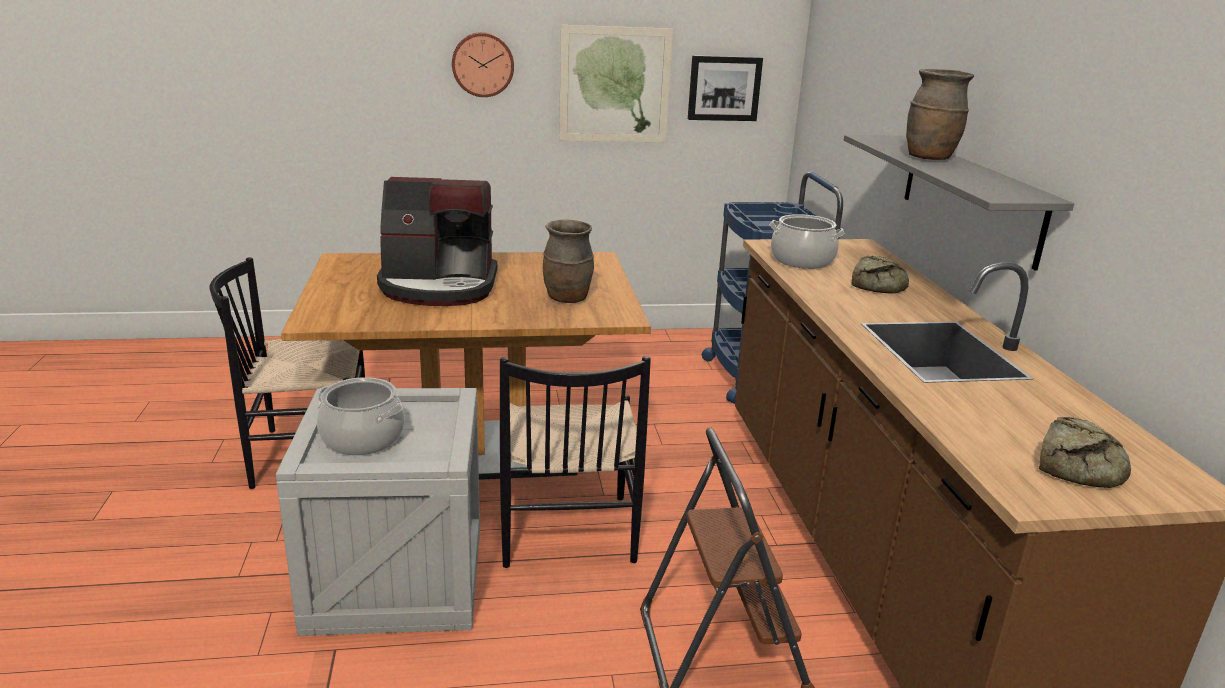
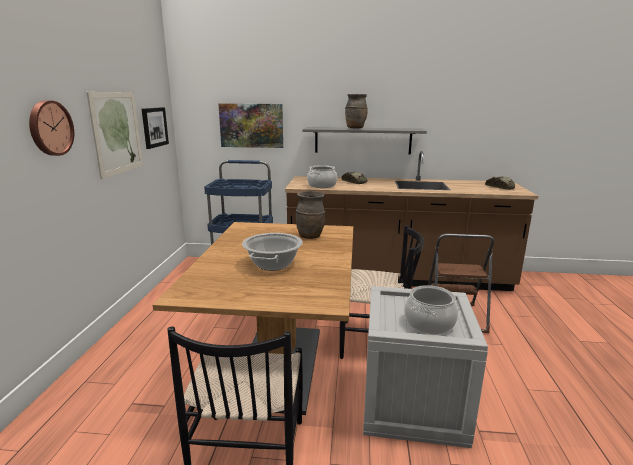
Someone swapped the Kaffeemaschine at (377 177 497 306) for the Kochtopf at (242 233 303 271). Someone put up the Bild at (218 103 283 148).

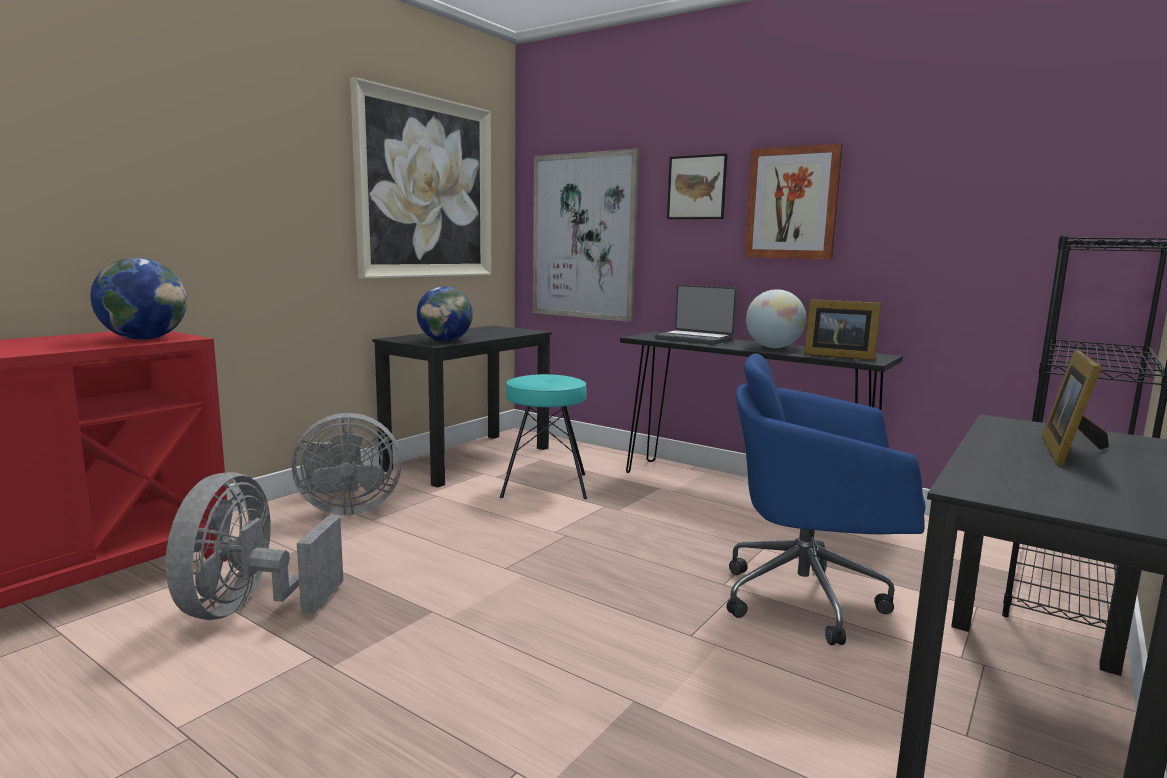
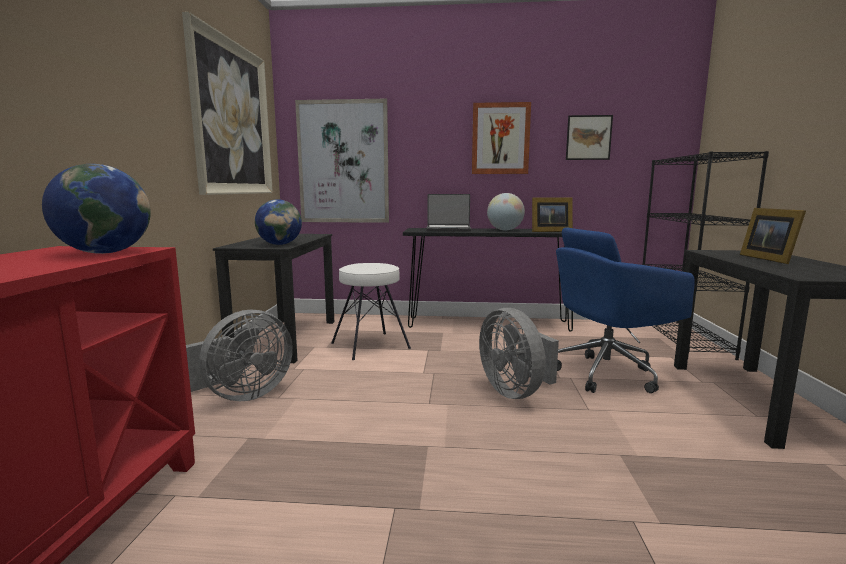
Someone carried the Bild from (667 153 727 219) to (566 115 613 160). Someone repainted the Hocker [türkis] at (500 374 587 499), which became the Hocker [weiß] at (331 263 411 360). Someone carried the Ventilator [grau] from (165 472 343 620) to (479 308 559 399).

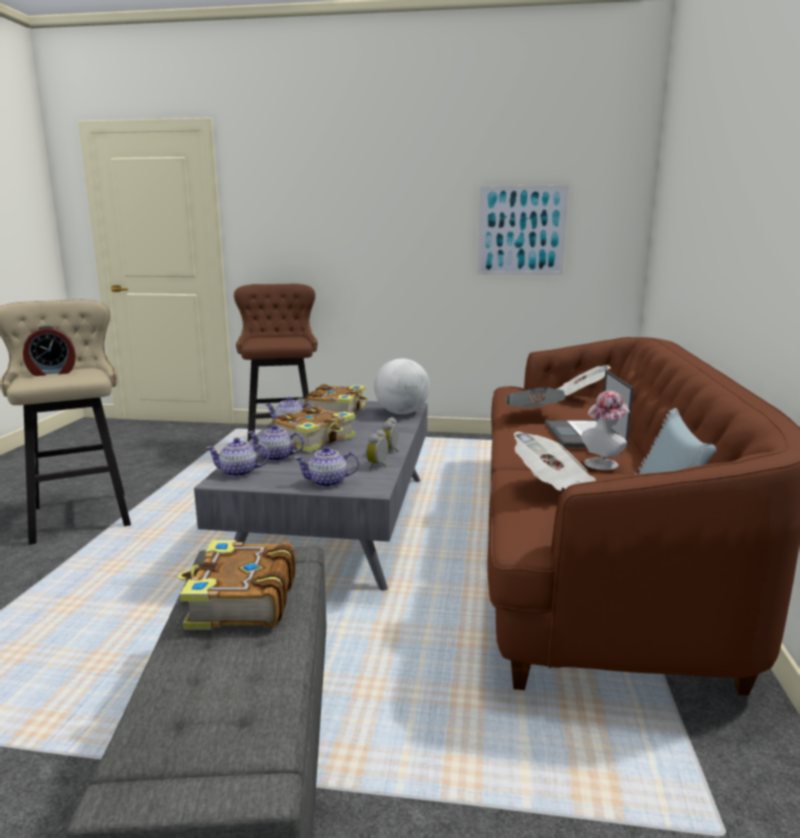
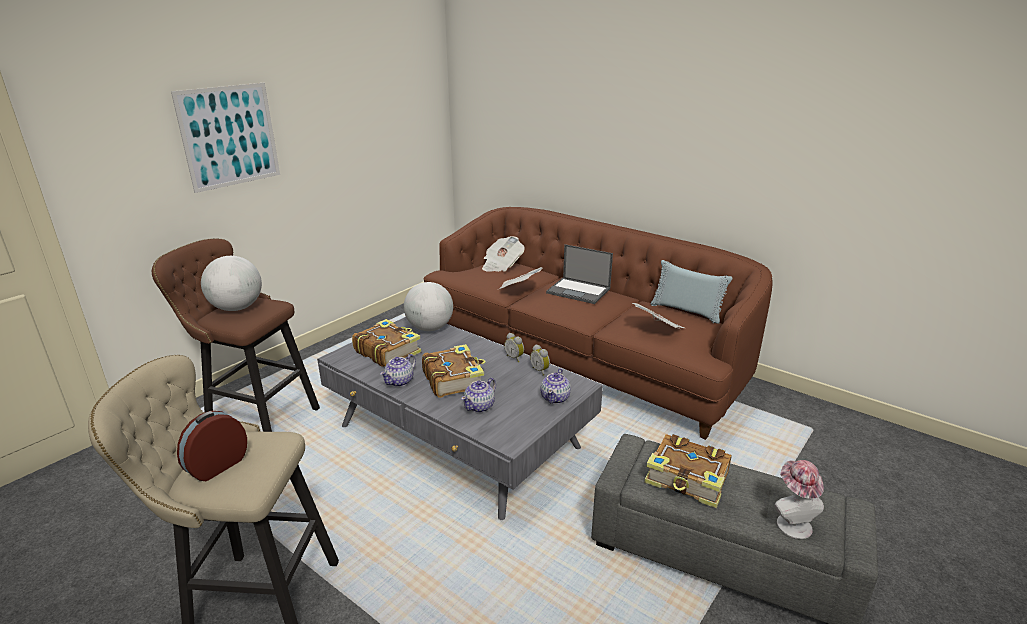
Someone carried the Bild from (477 185 568 275) to (171 83 280 193). Someone rotated the Wecker at (23 326 76 376) by 150 degrees counterclockwise. Someone carried the Hut from (581 391 630 470) to (775 460 824 539). Someone took away the Teekanne at (206 438 269 477). Someone put down the Globus at (201 256 262 311).

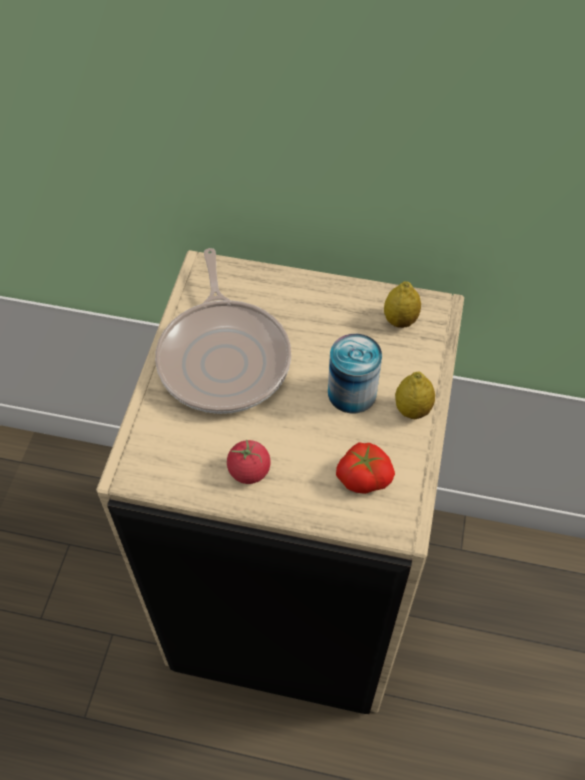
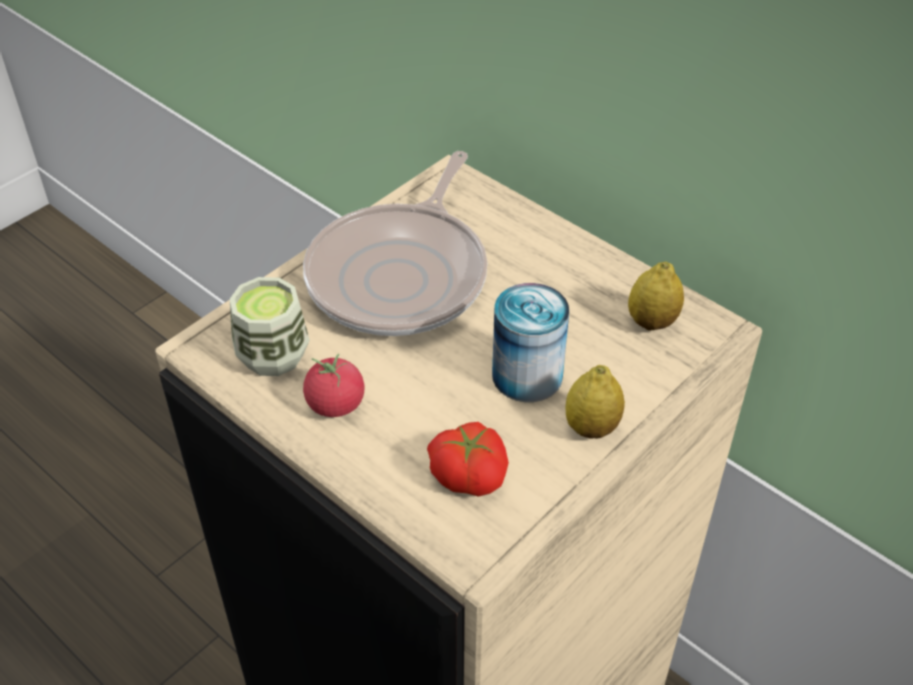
Someone put down the Tasse at (230 277 310 376).

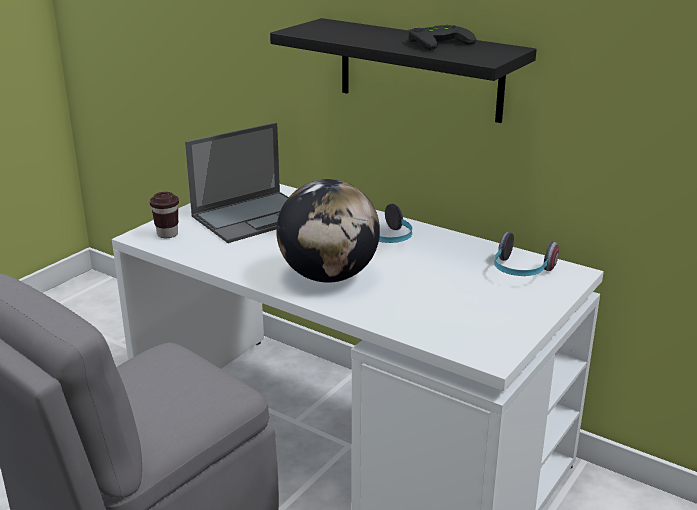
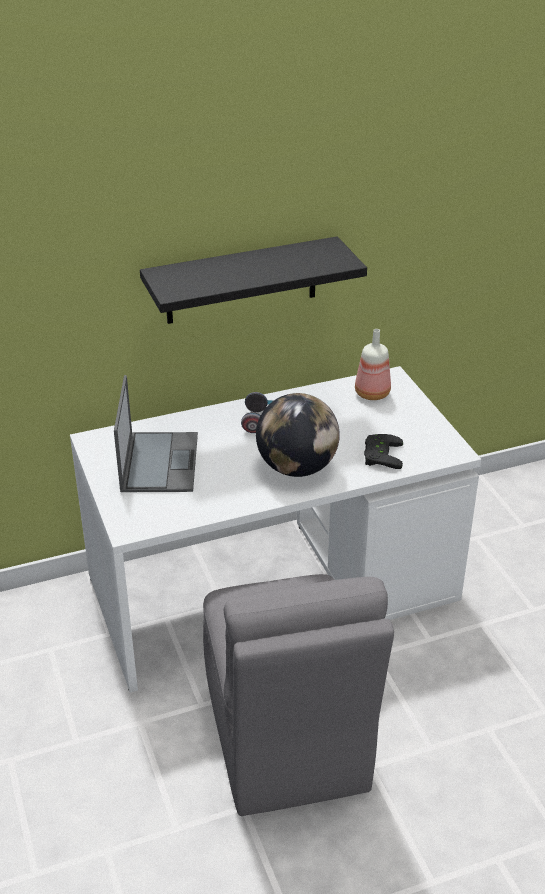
Someone carried the Gamepad [schwarz] from (408 25 476 50) to (364 434 403 469). Someone took away the Tasse [braun] at (150 192 179 238). Someone swapped the Kopfhörer at (494 232 559 276) for the Flasche at (355 329 391 400).

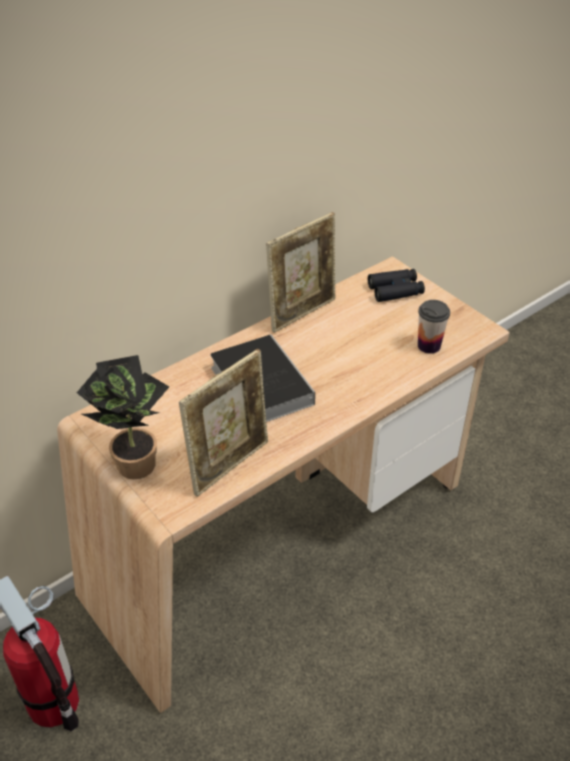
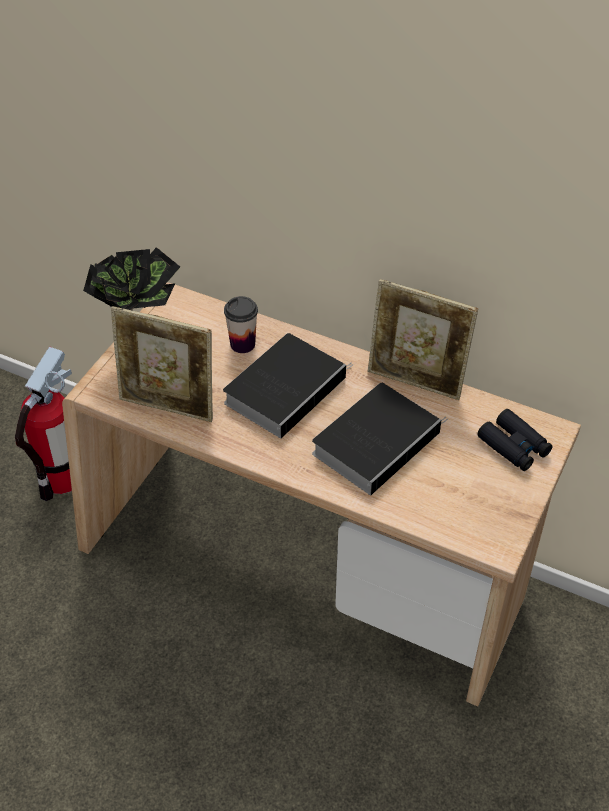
Someone carried the Tasse from (418 300 450 354) to (224 296 258 353). Someone put down the Buch at (312 383 448 496).

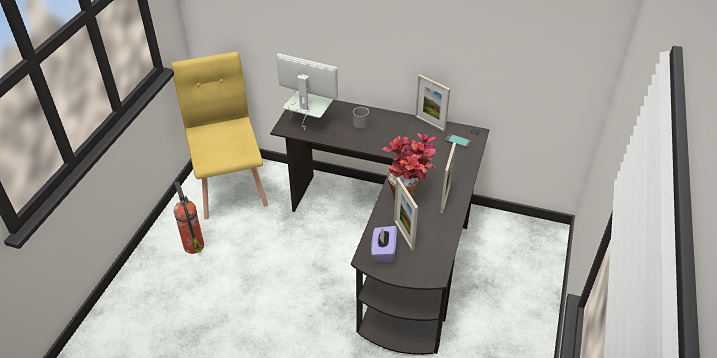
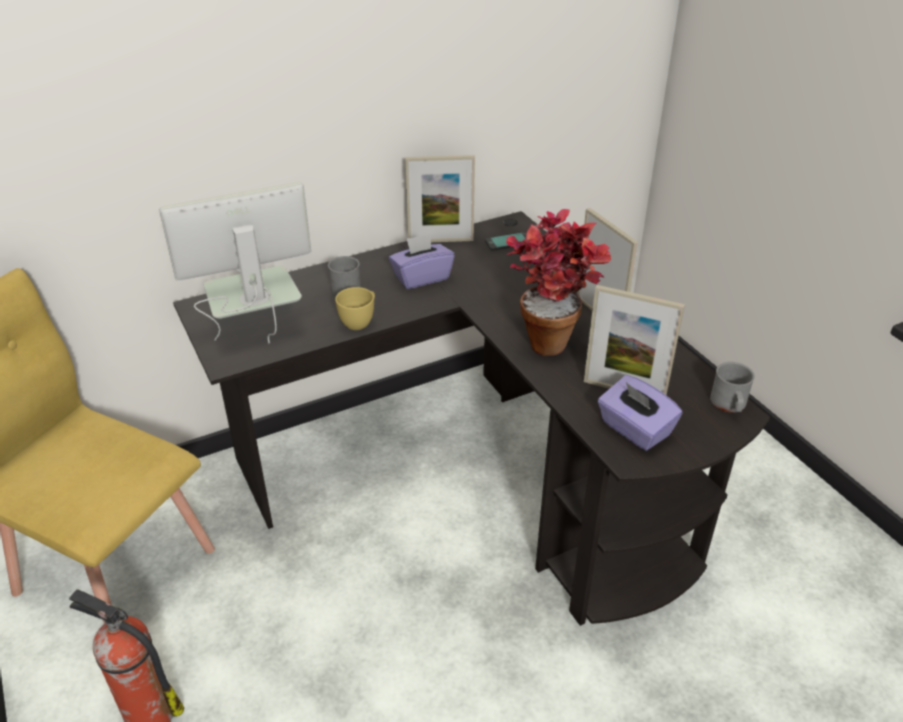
Someone put down the Taschentuchbox [lila] at (389 234 455 289). Someone put down the Tasse [gelb] at (335 287 375 330). Someone put down the Henkelbecher [grau] at (710 362 755 413).

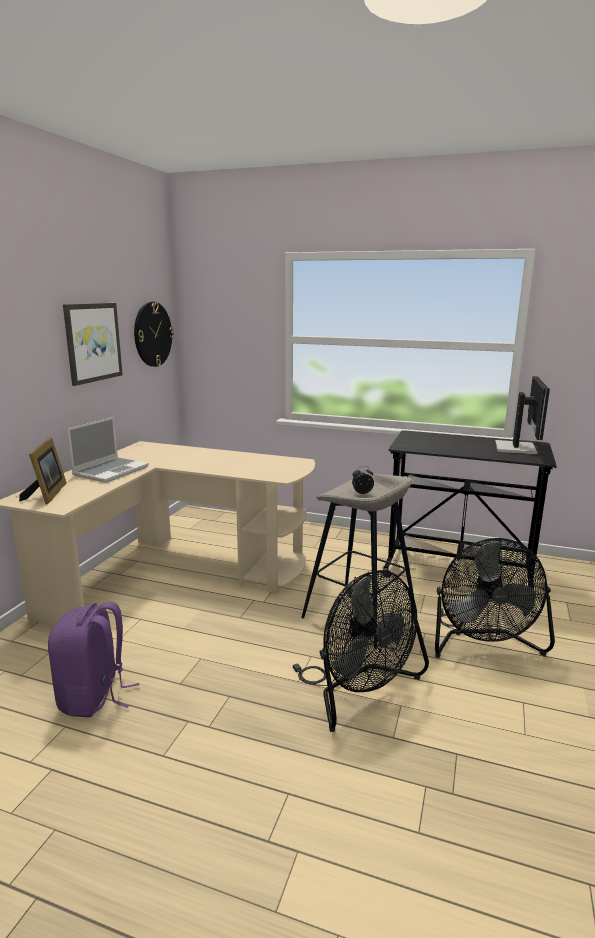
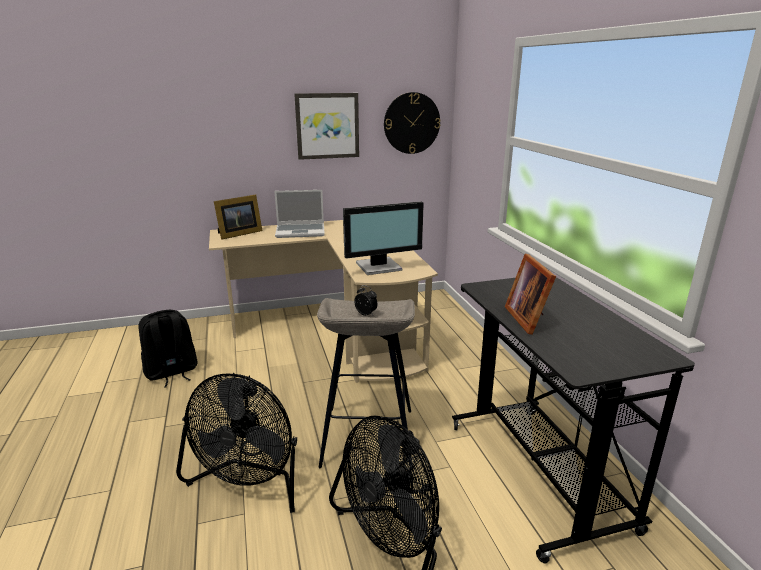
Someone carried the Monitor from (495 376 550 455) to (343 201 424 275). Someone repainted the Rucksack [lila] at (48 602 139 717), which became the Rucksack [schwarz] at (138 310 198 388). Someone put down the Bilderrahmen at (505 254 556 335).

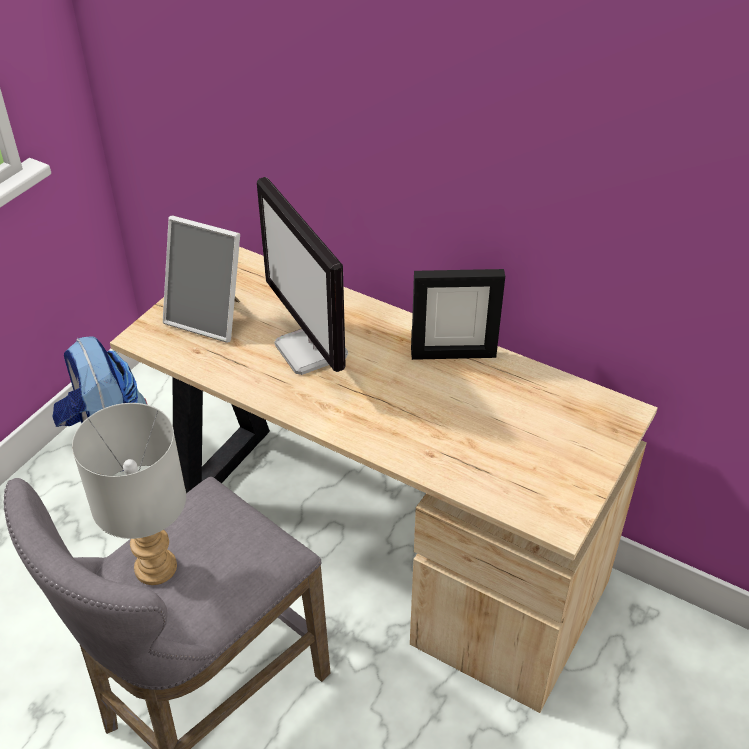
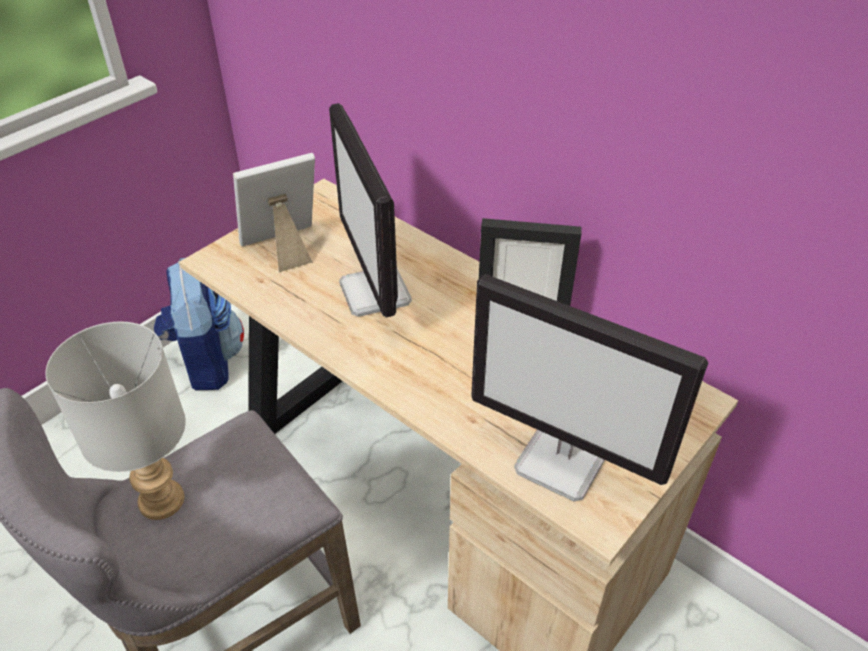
Someone rotated the Bilderrahmen at (163 216 240 343) by 120 degrees clockwise. Someone put down the Monitor at (471 274 709 502).

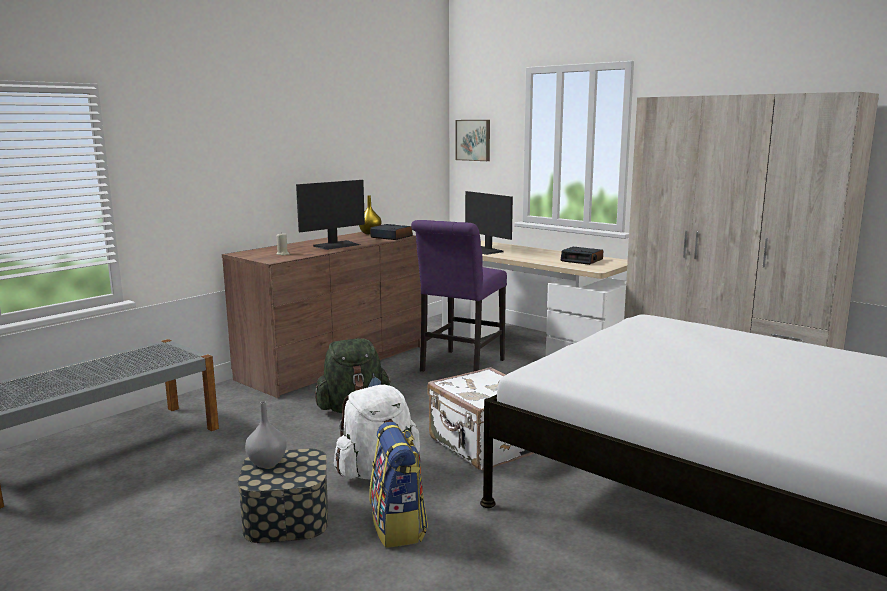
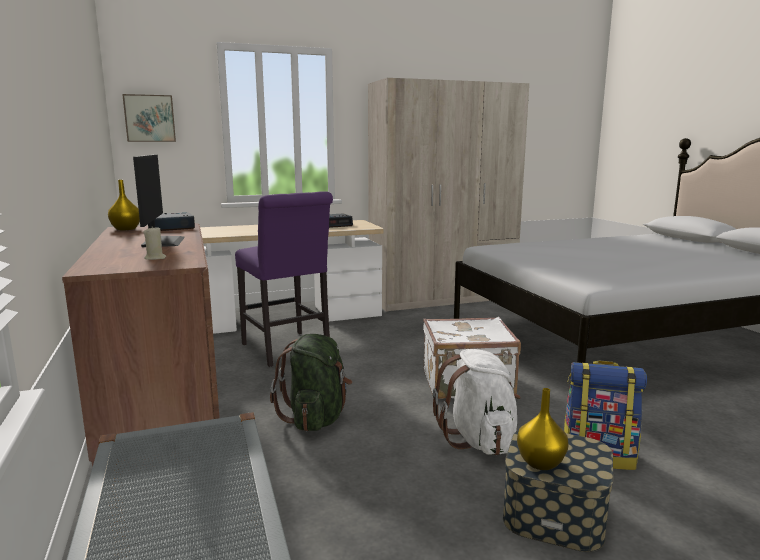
Someone took away the Monitor at (465 191 513 255). Someone repainted the Vase [grau] at (245 401 287 468), which became the Vase [gelb] at (517 388 568 470).

